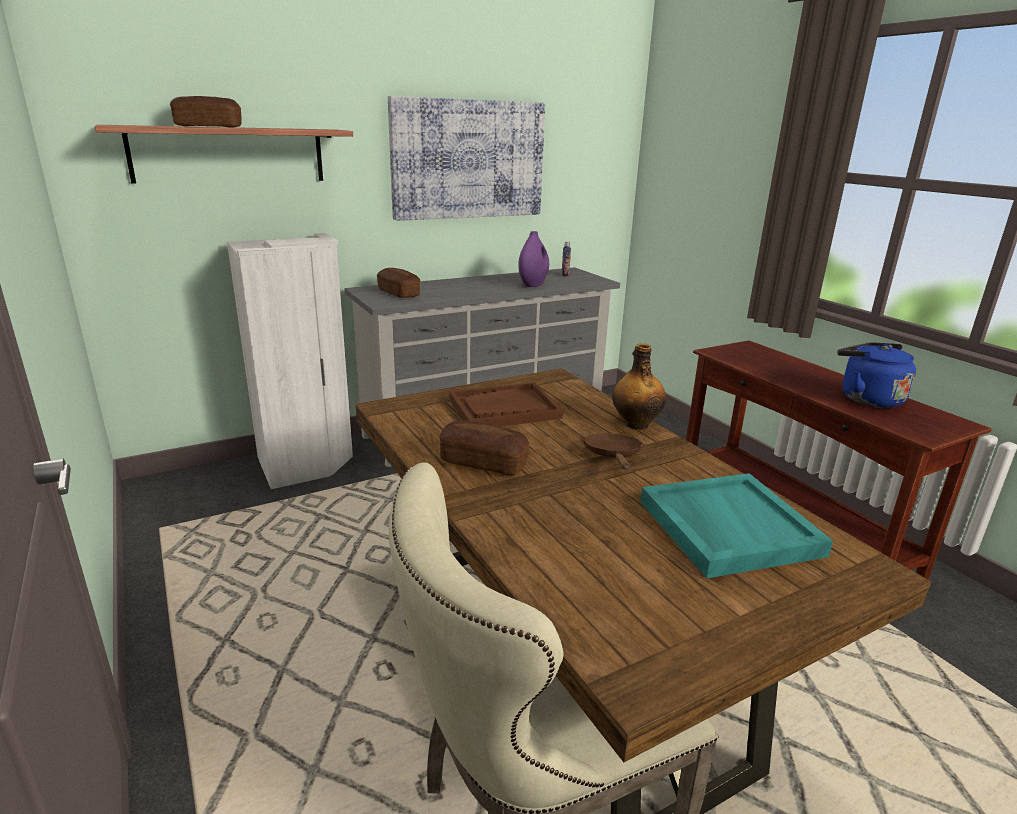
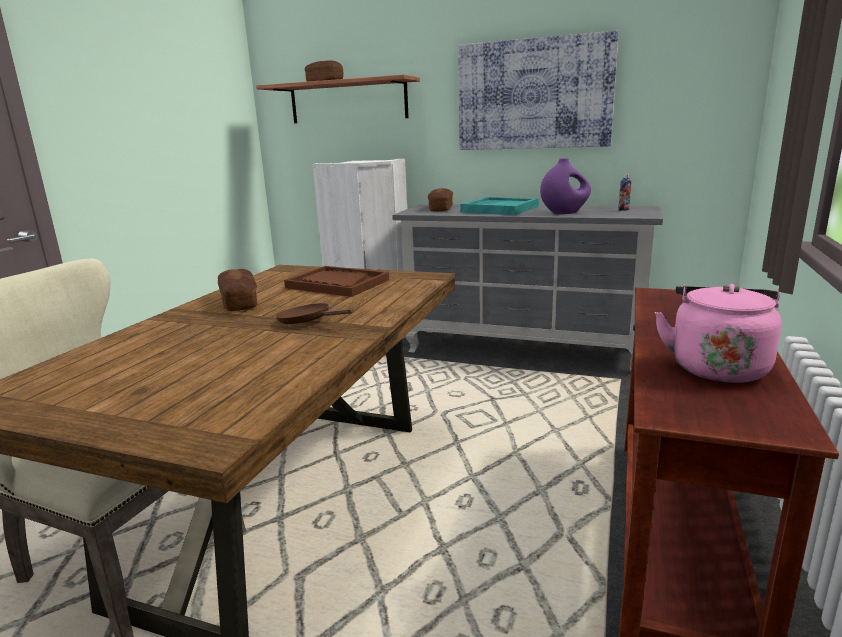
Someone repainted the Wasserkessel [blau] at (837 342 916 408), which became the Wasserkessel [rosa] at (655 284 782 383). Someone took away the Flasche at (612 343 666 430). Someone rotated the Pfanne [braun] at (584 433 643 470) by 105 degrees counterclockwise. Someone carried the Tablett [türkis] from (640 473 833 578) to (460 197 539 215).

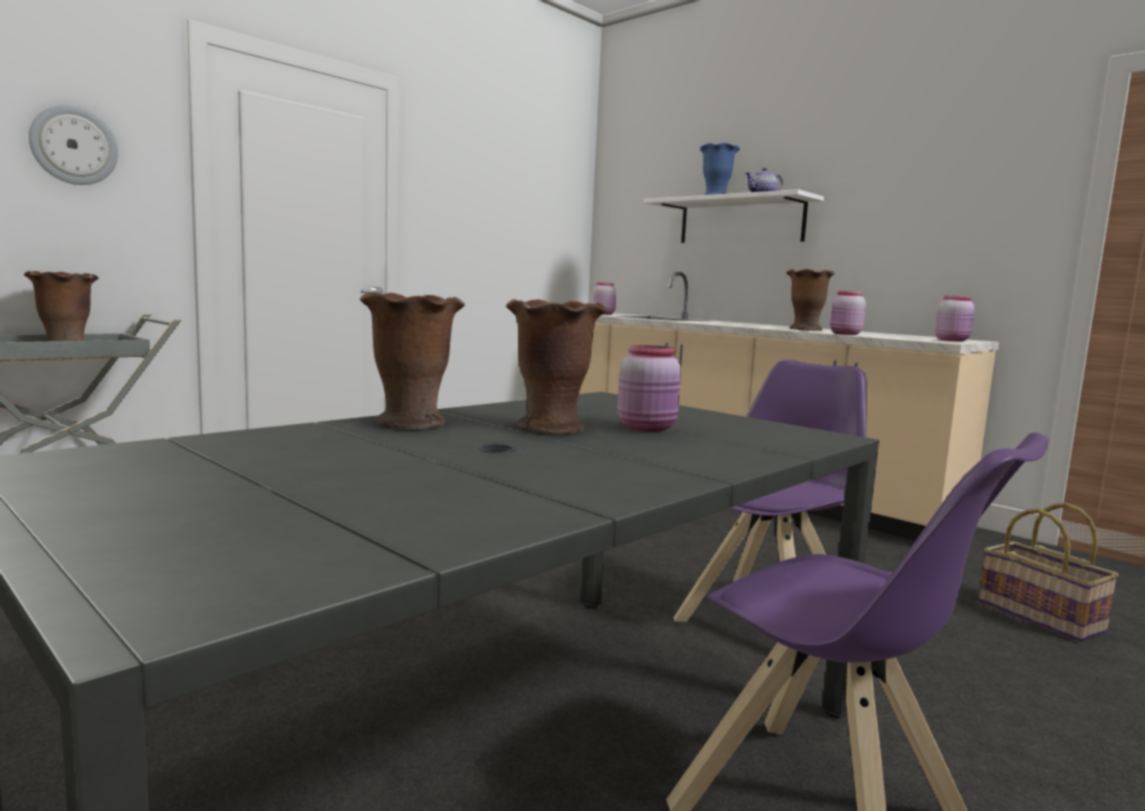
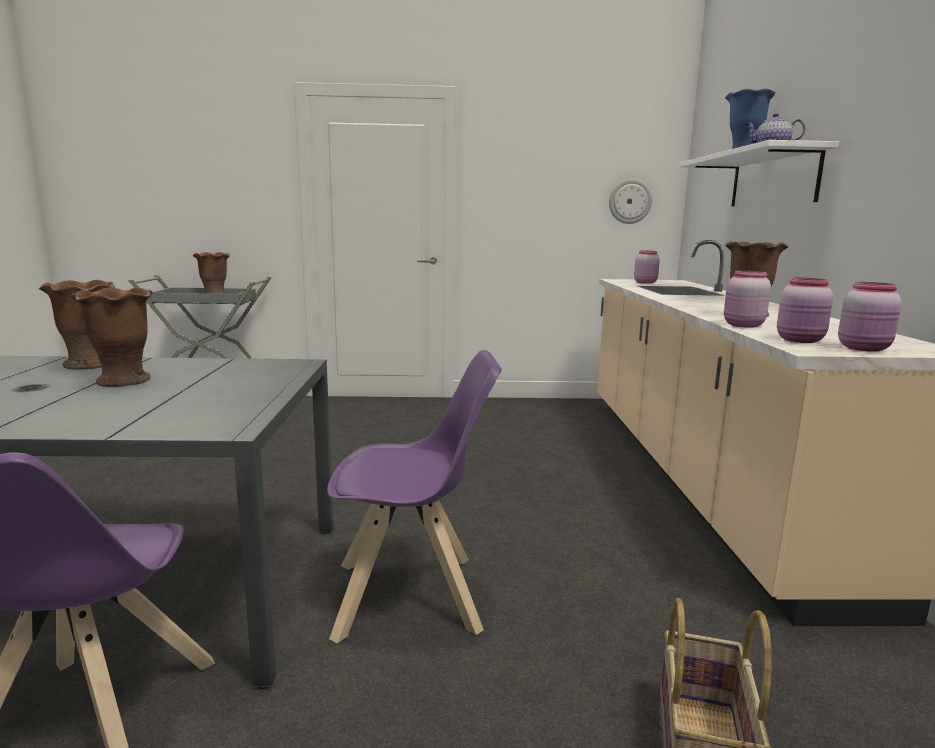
Someone carried the Wanduhr from (29 105 118 185) to (609 179 652 224). Someone carried the Vorratsglas [rosa] from (617 345 681 432) to (777 278 833 343).

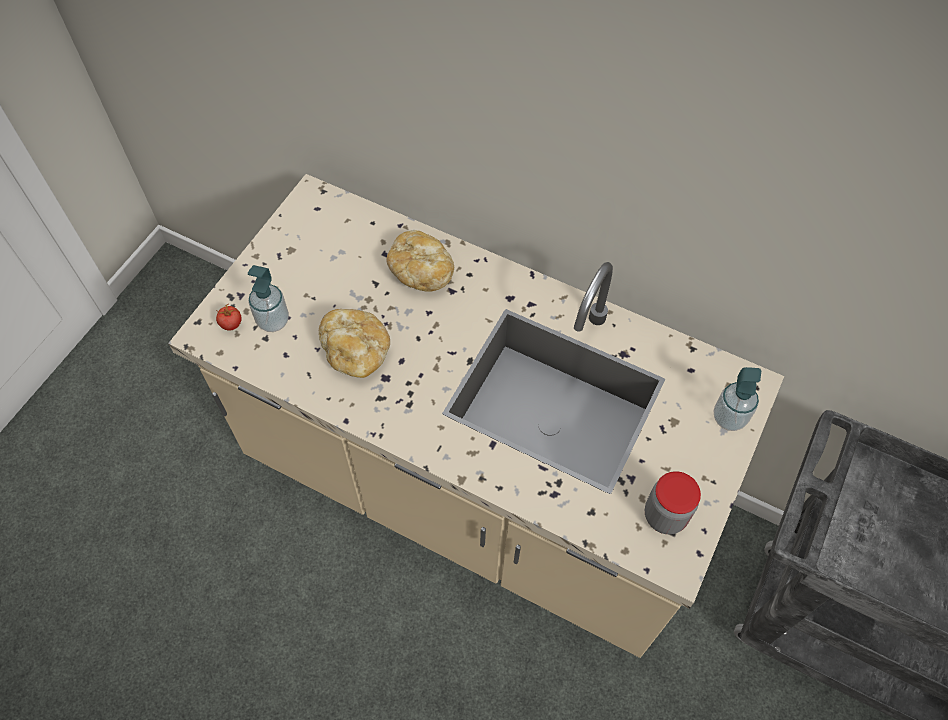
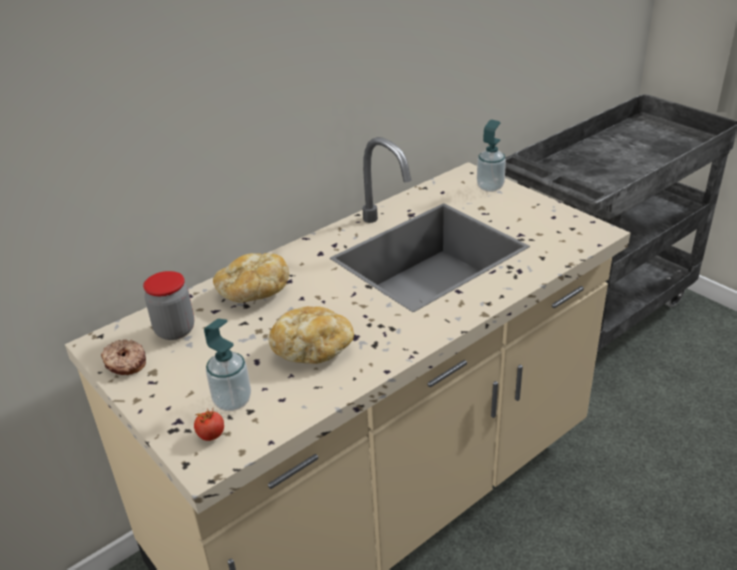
Someone carried the Vorratsglas from (645 471 701 534) to (143 271 194 340). Someone put down the Donut at (101 339 146 375).

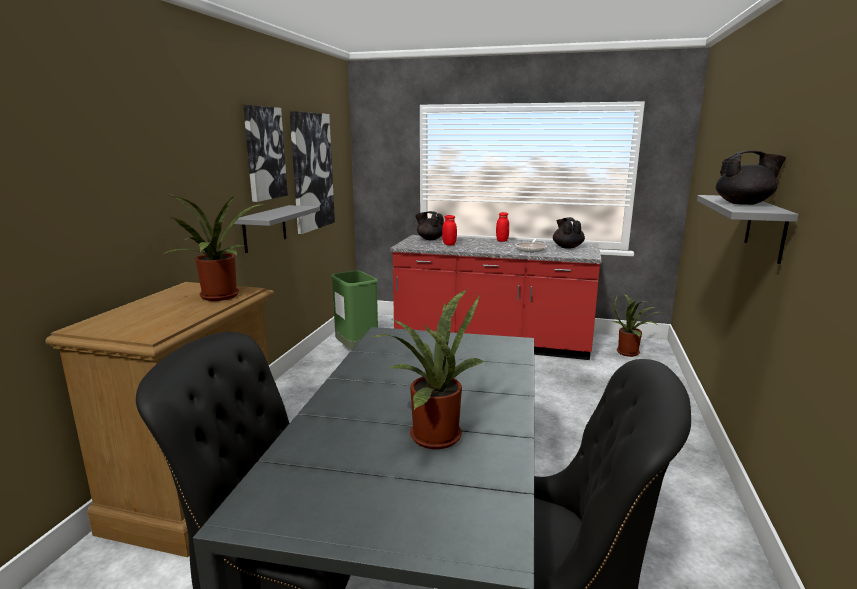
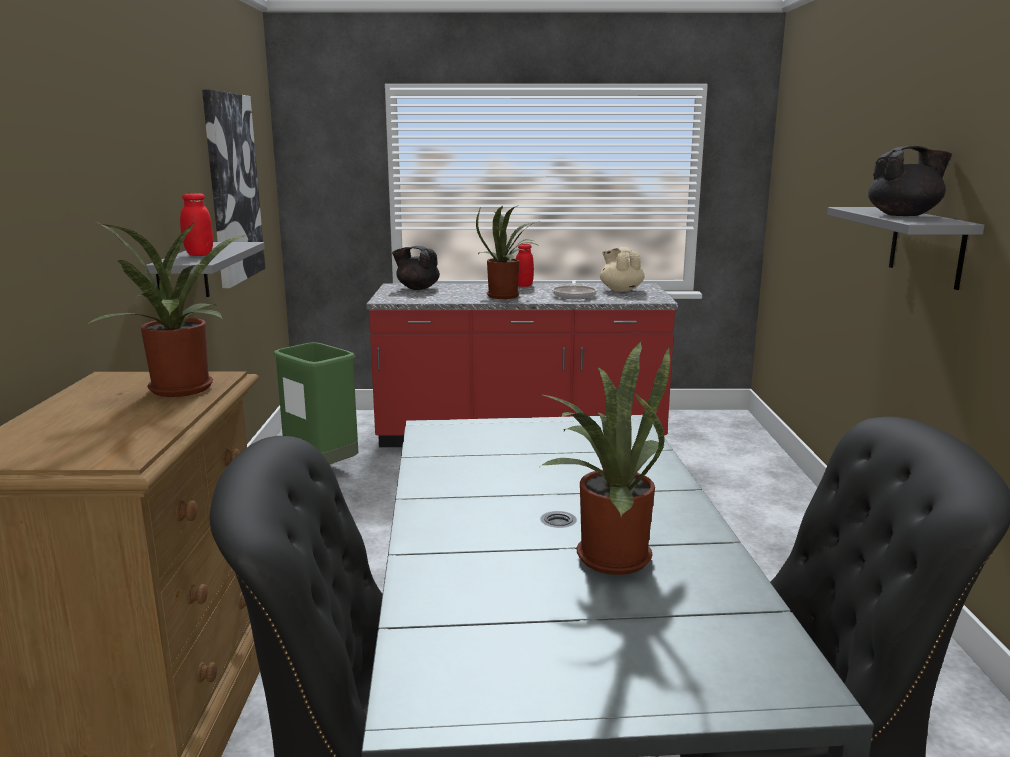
Someone took away the Bild at (243 105 288 202). Someone carried the Vorratsglas [rot] from (442 215 457 245) to (180 193 213 256). Someone repainted the Teekanne [schwarz] at (553 217 585 249), which became the Teekanne [beige] at (600 247 645 292). Someone carried the Topfpflanze from (612 294 659 357) to (476 205 541 299).

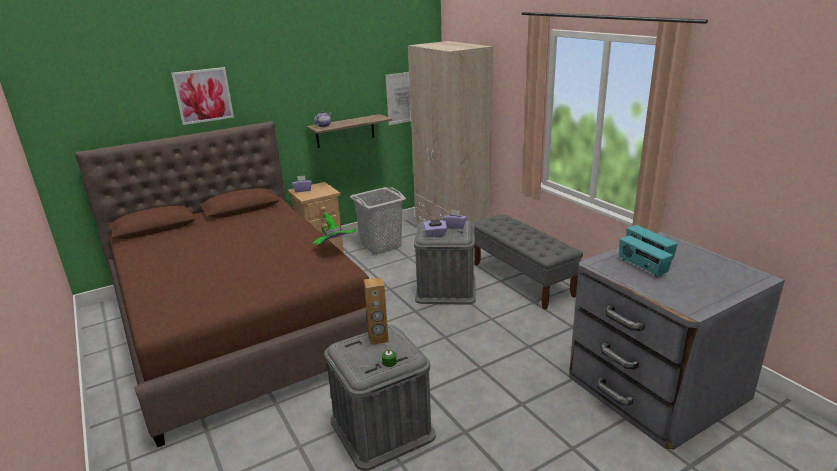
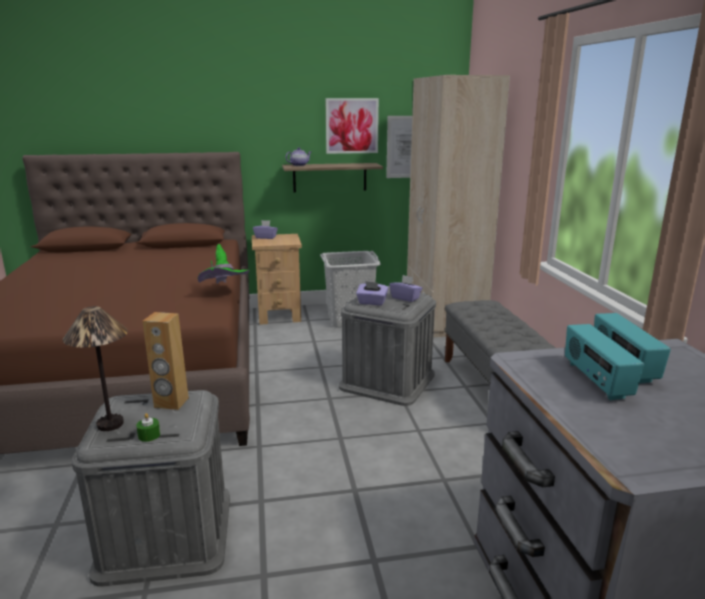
Someone carried the Bild from (171 67 234 125) to (325 98 379 154). Someone put down the Tischlampe at (63 306 128 431).

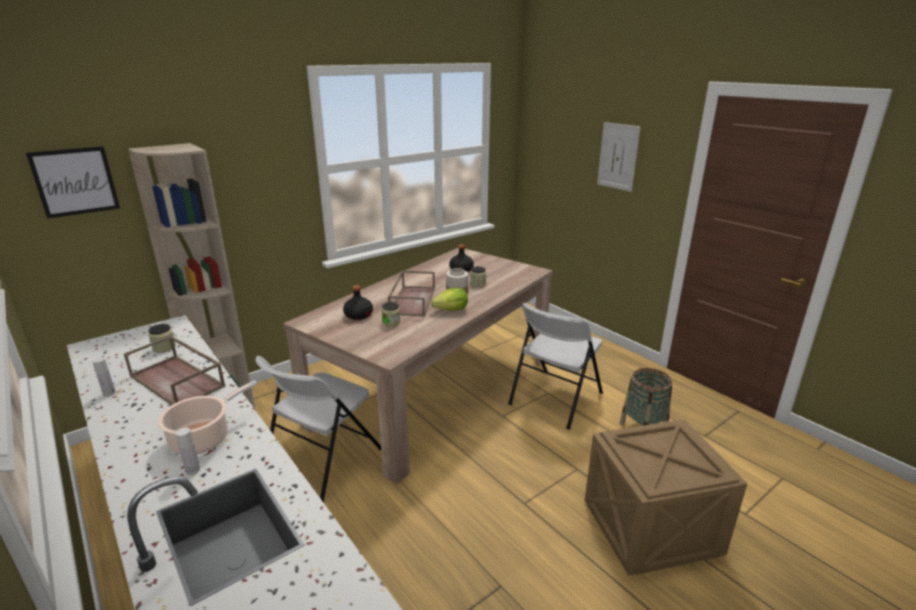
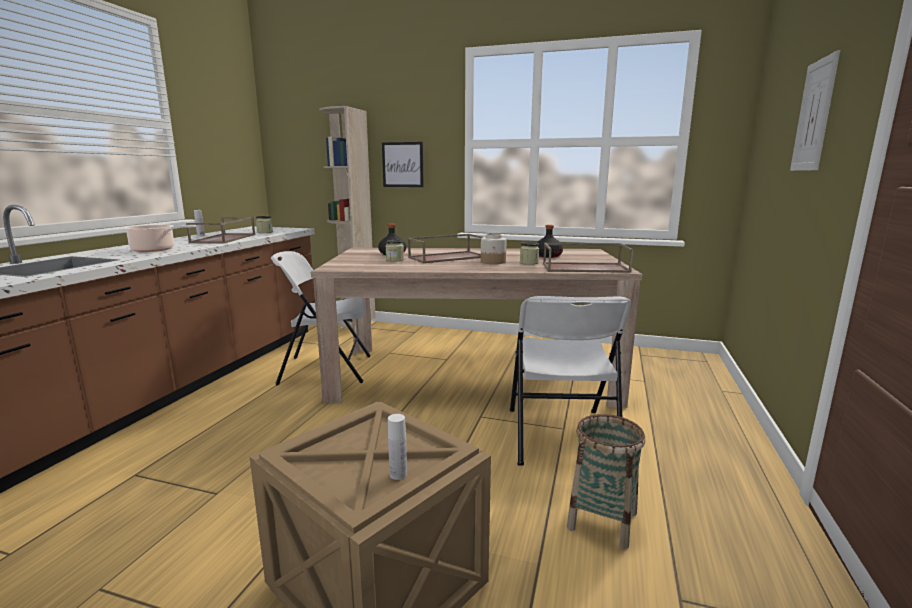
Someone carried the Bild from (26 146 120 219) to (382 142 424 187). Someone took away the Salatkopf at (431 288 468 311). Someone rotated the Stuhl [weiß] at (508 303 603 430) by 90 degrees counterclockwise. Someone carried the Flasche [weiß] from (176 428 200 475) to (388 414 407 480). Someone put down the Tablett [braun] at (543 243 633 273).

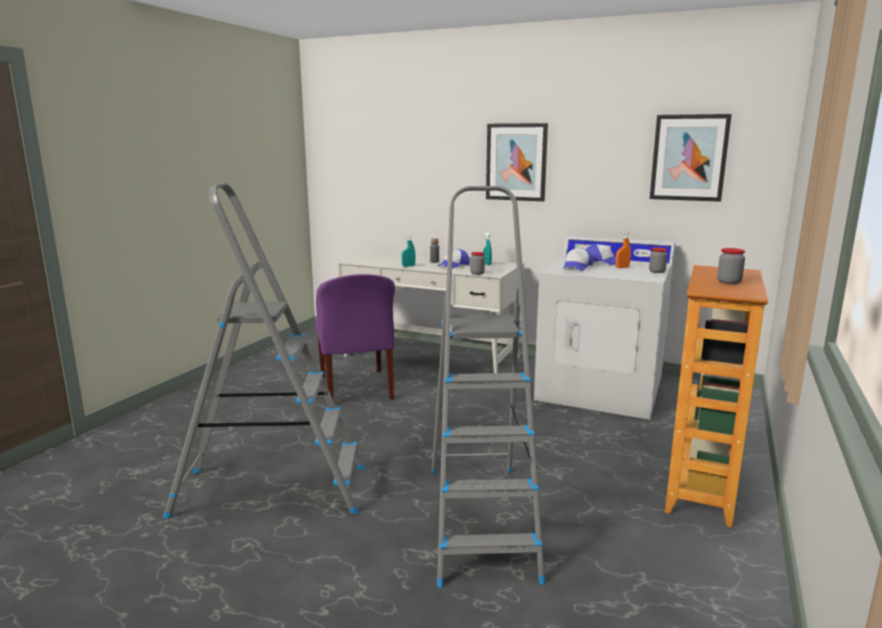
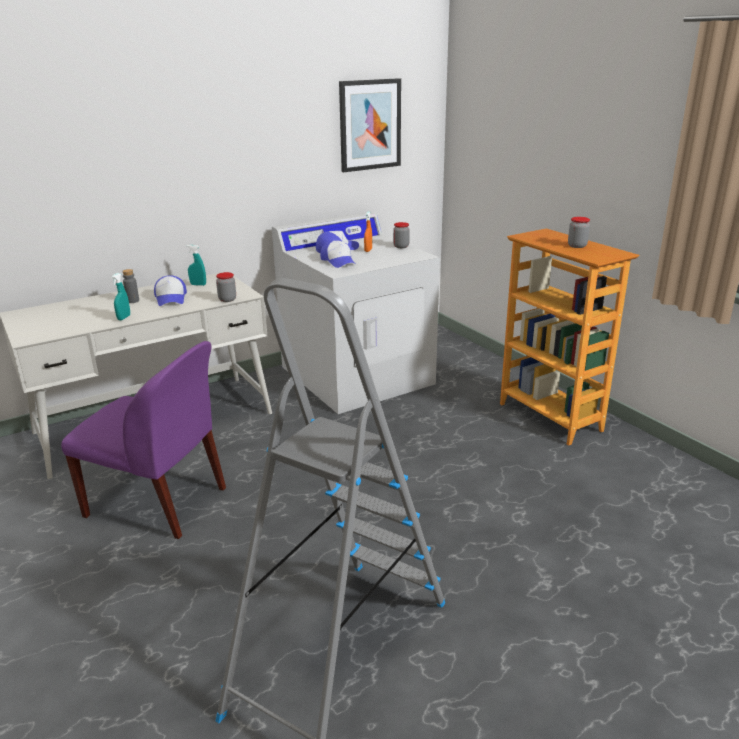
Someone took away the Bild at (486 123 548 201). Someone took away the Trittleiter [grau] at (431 186 545 588).

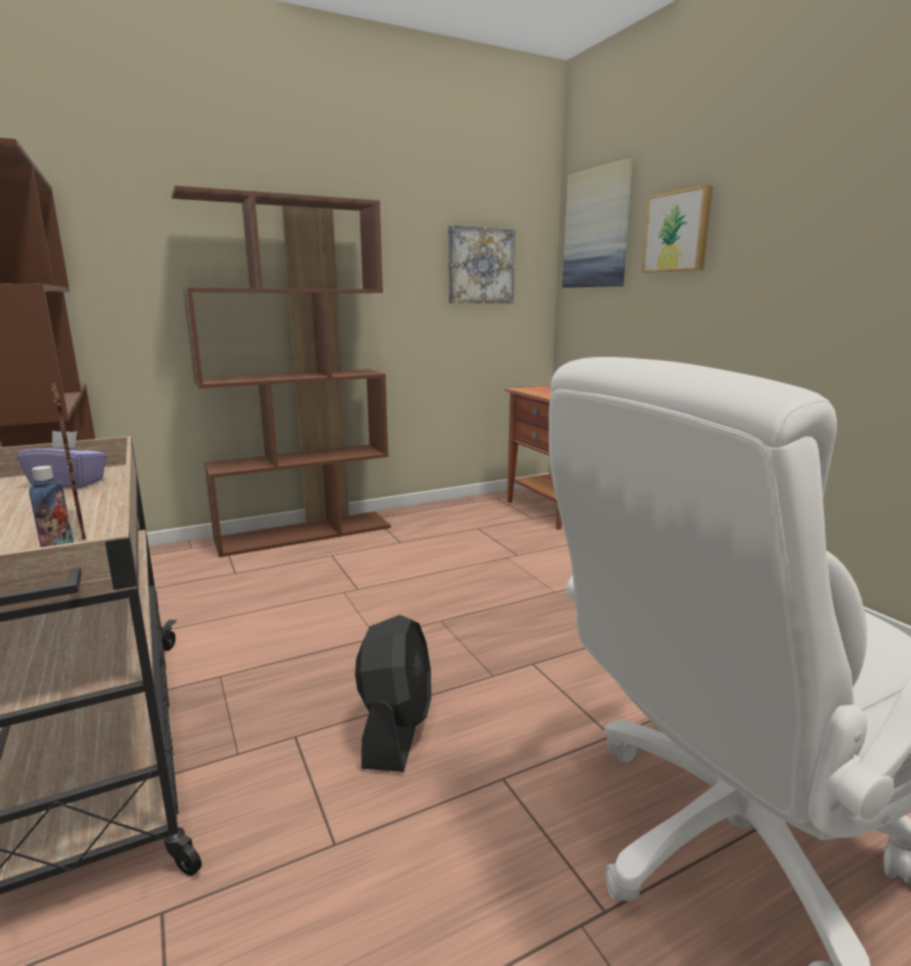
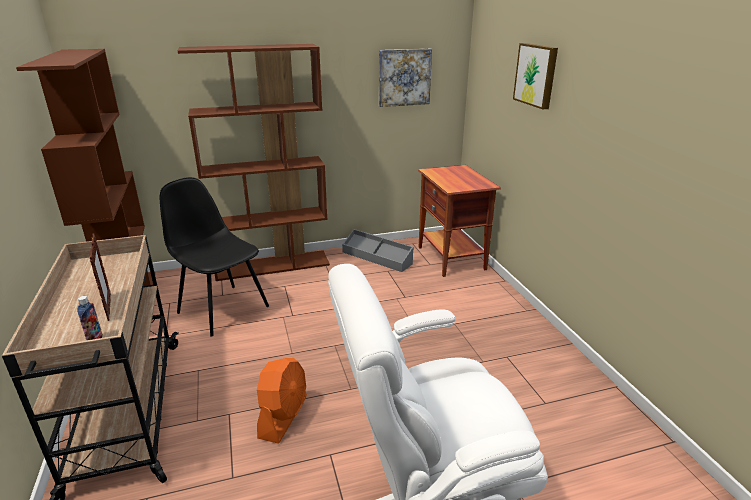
Someone took away the Bild at (562 159 633 288). Someone took away the Taschentuchbox [lila] at (16 430 107 489). Someone repainted the Ventilator [schwarz] at (355 615 431 772), which became the Ventilator [orange] at (257 358 307 443). Someone put down the Stuhl [schwarz] at (159 177 269 337). Someone put down the Aufbewahrungsbox [grau] at (342 229 414 272).

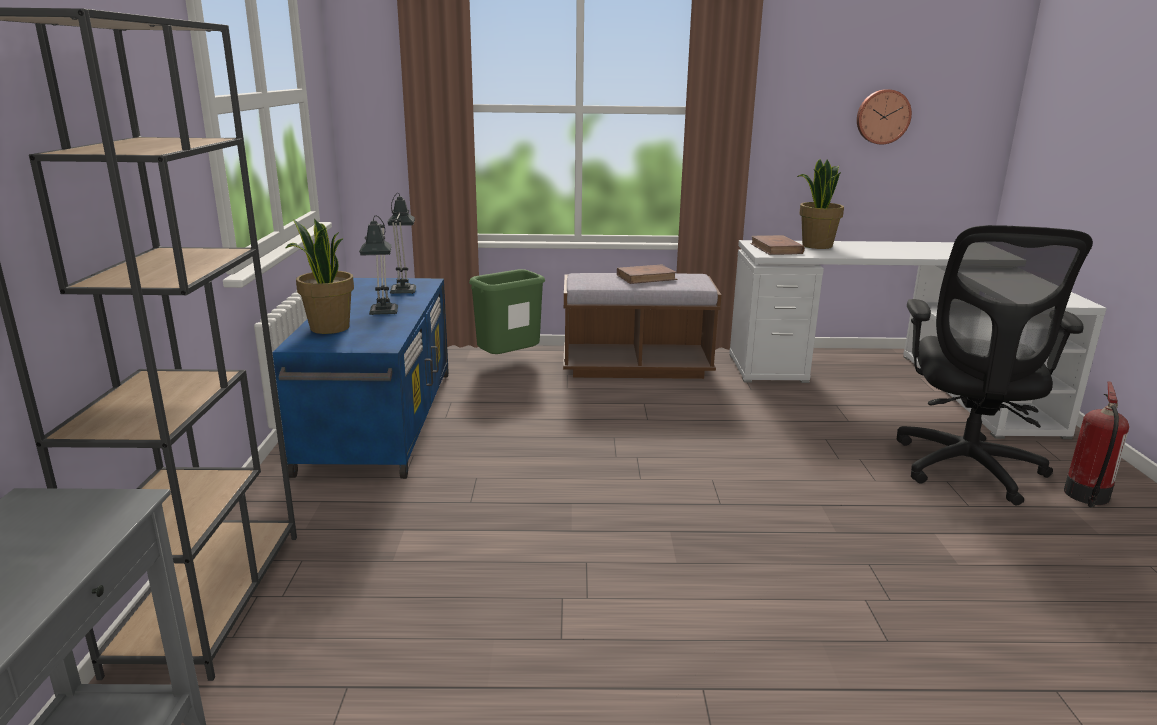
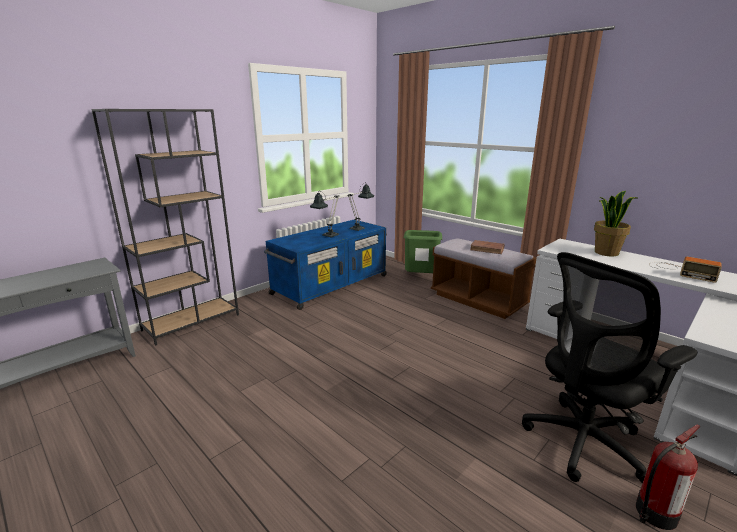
Someone took away the Wanduhr at (857 89 912 145). Someone took away the Topfpflanze at (286 219 354 334). Someone took away the Buch [braun] at (750 235 805 255). Someone put down the Radio at (649 257 722 283).

